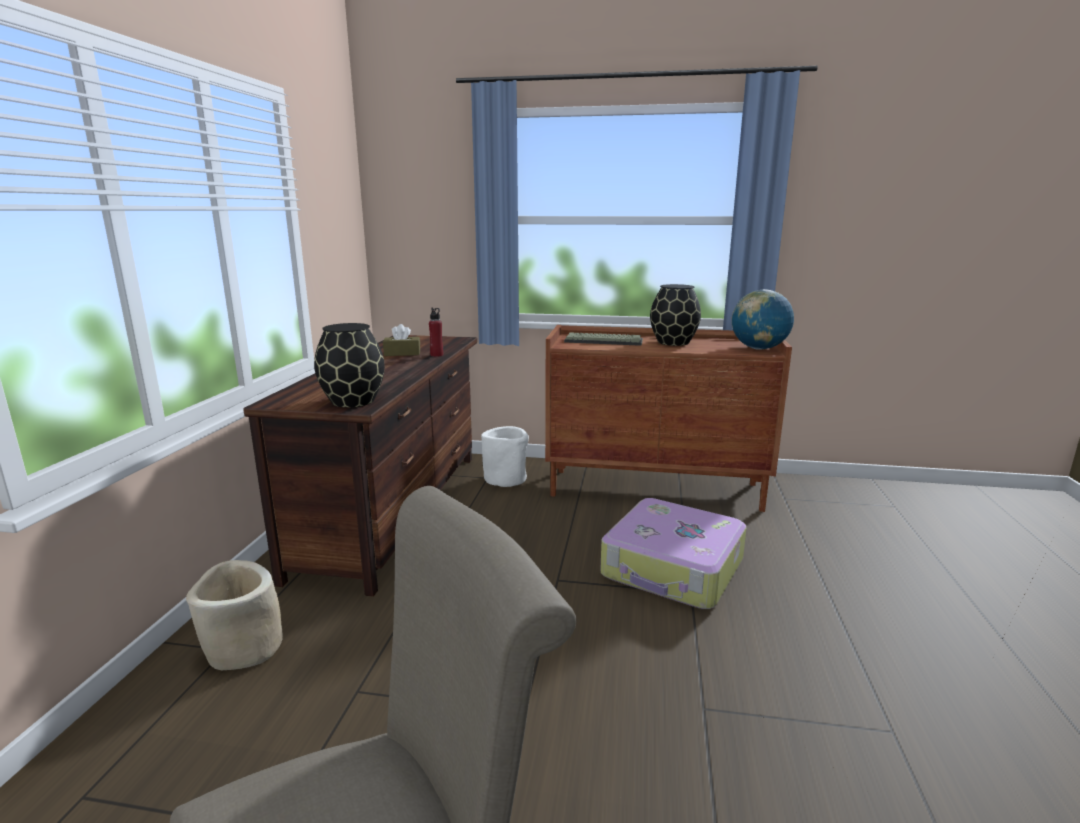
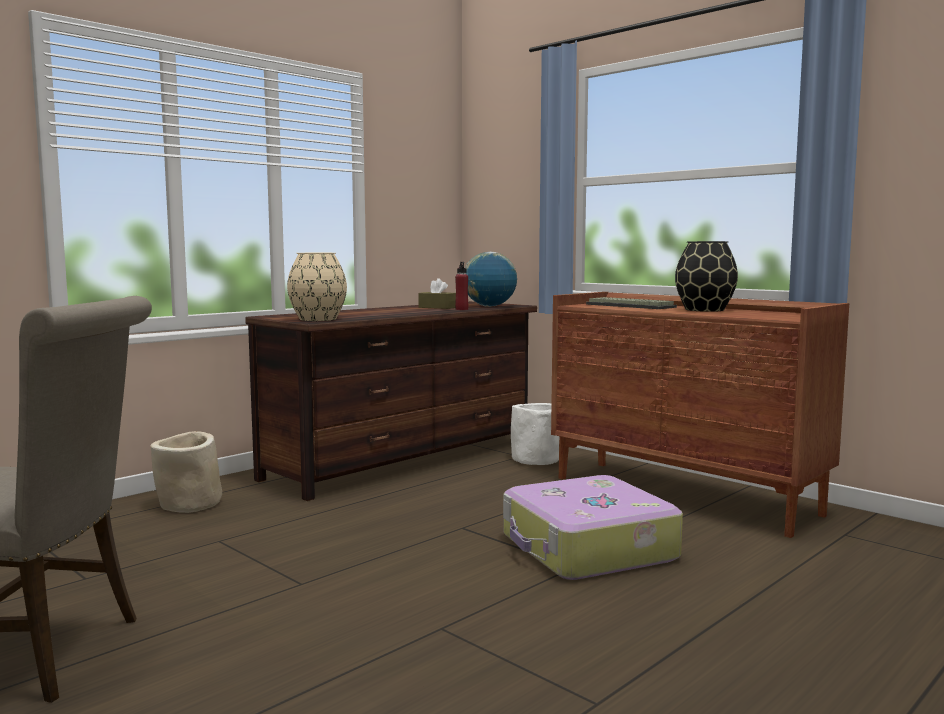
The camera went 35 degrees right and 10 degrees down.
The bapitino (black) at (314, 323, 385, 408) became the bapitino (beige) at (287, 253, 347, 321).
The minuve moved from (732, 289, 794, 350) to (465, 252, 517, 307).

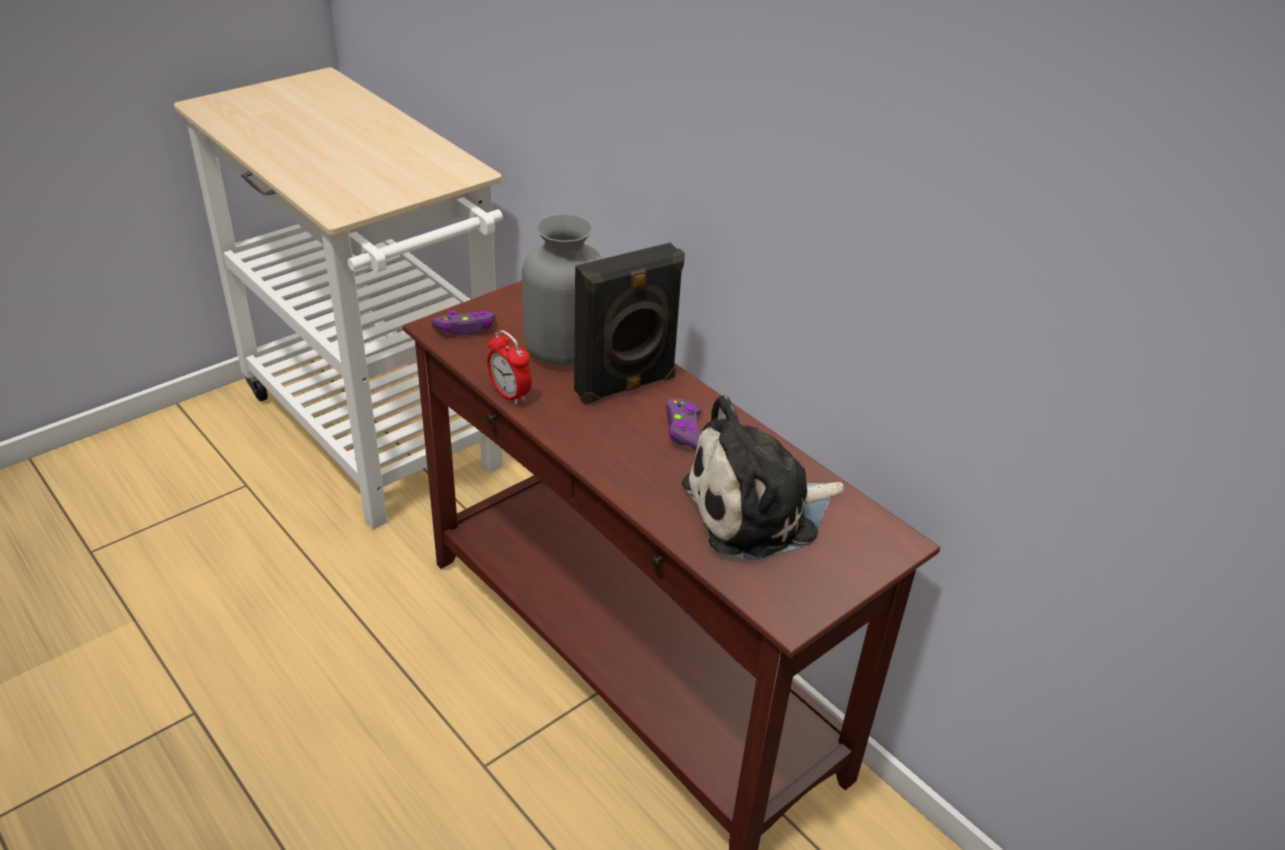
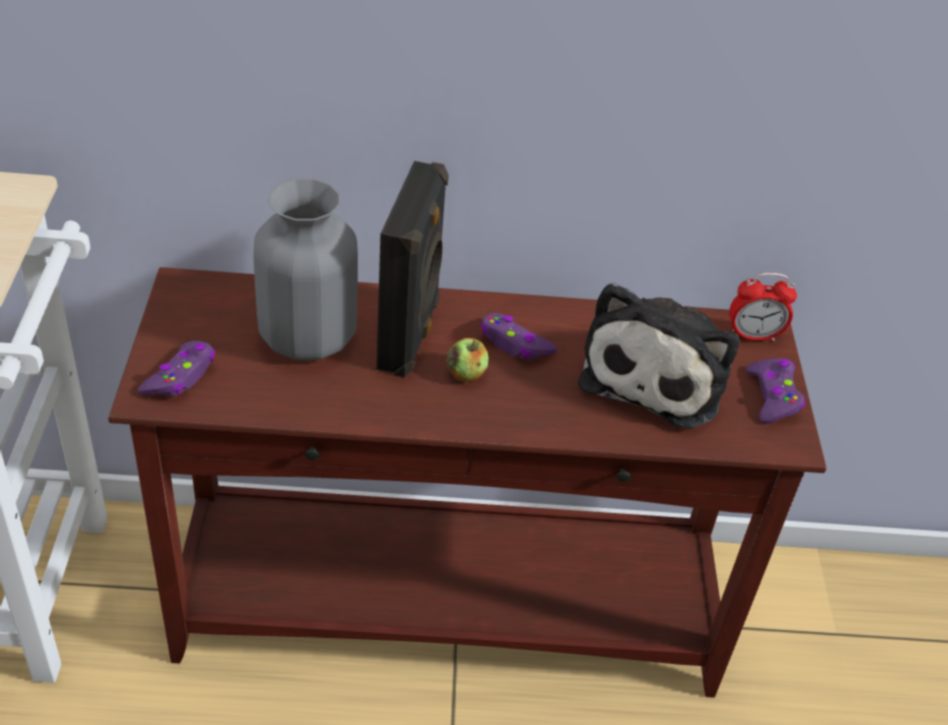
The camera went 50 degrees left and 5 degrees up.
The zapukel moved from (487, 330, 532, 405) to (729, 273, 797, 341).
The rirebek at (447, 338, 489, 382) appeared.
The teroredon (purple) at (746, 358, 805, 424) appeared.

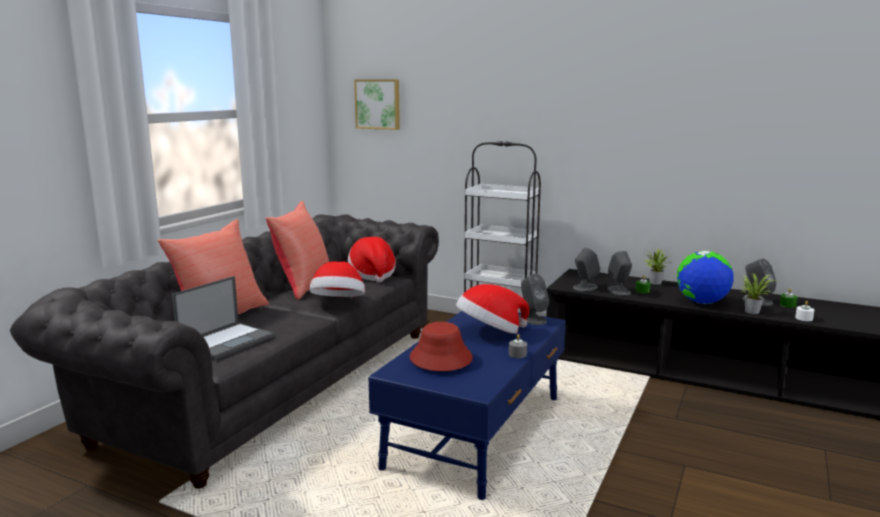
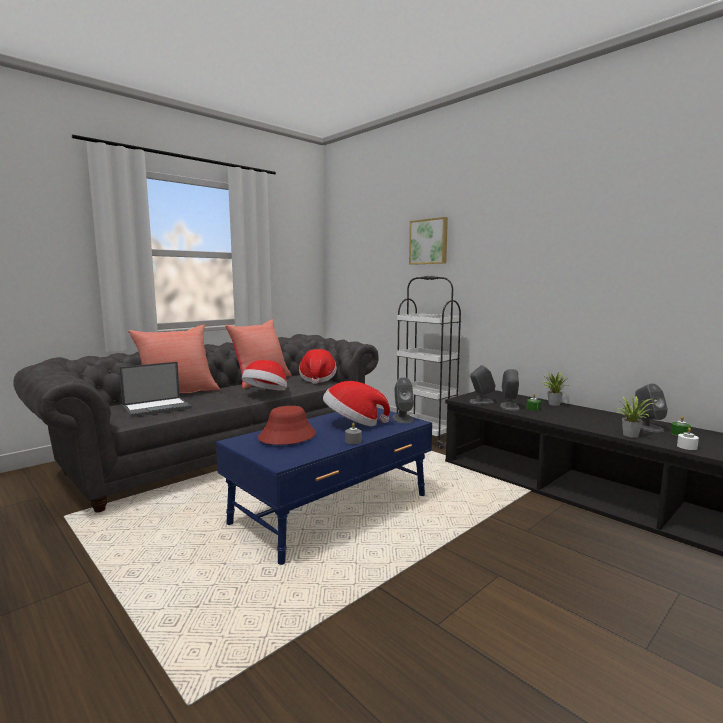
The camera went 20 degrees right and 5 degrees down.
The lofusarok moved from (354, 79, 400, 130) to (409, 217, 448, 265).
The minuve at (677, 251, 733, 304) disappeared.

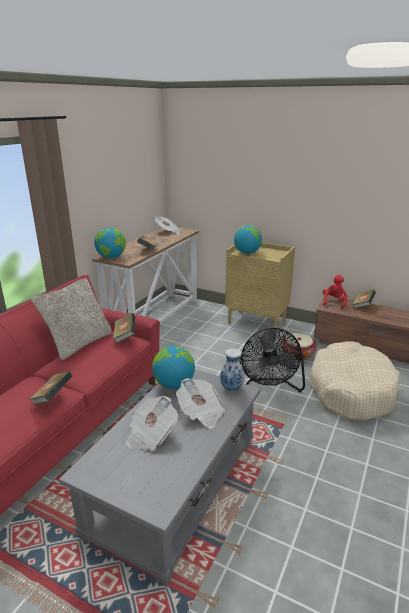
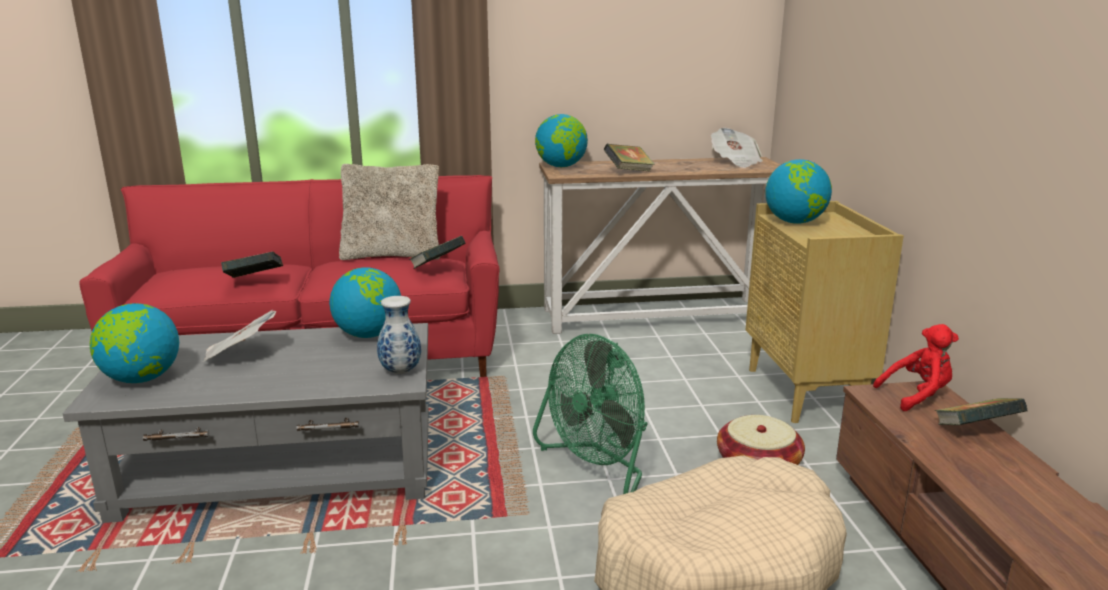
The camera went 55 degrees right and 5 degrees down.
The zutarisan at (176, 378, 225, 428) disappeared.
The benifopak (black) at (239, 328, 305, 393) became the benifopak (green) at (533, 334, 648, 494).
The minuve at (90, 303, 179, 383) appeared.

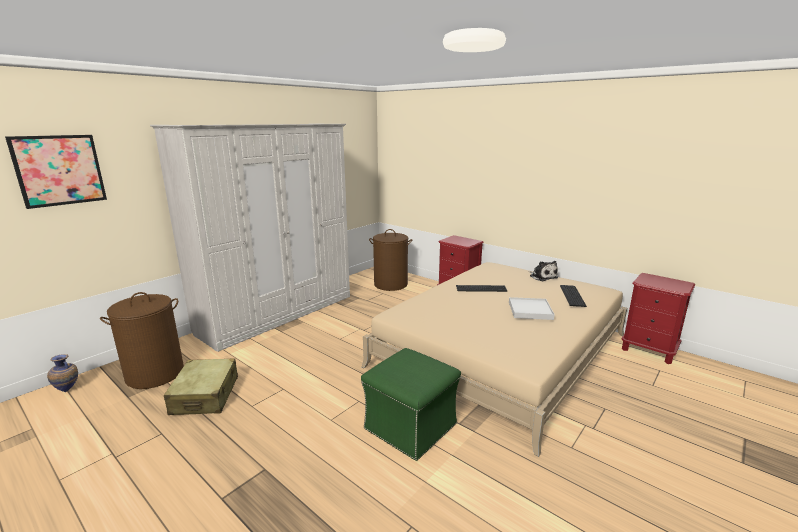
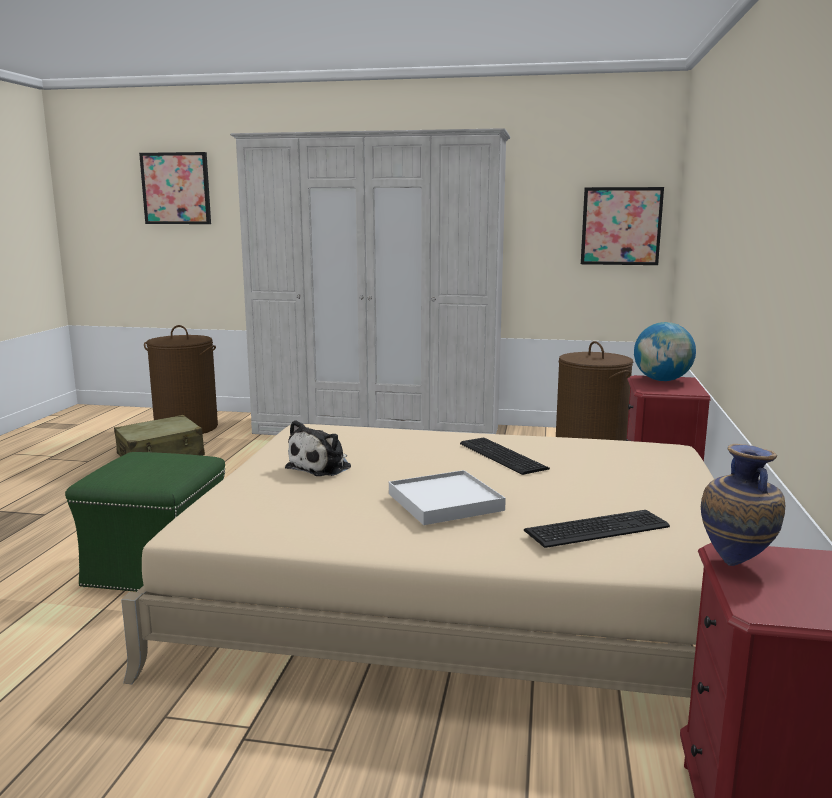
The camera went 60 degrees right and 5 degrees down.
The bapitino moved from (47, 354, 78, 392) to (701, 444, 785, 566).
The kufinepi moved from (530, 261, 558, 281) to (285, 420, 351, 476).
The lofusarok at (581, 187, 664, 265) appeared.
The minuve at (634, 322, 696, 381) appeared.

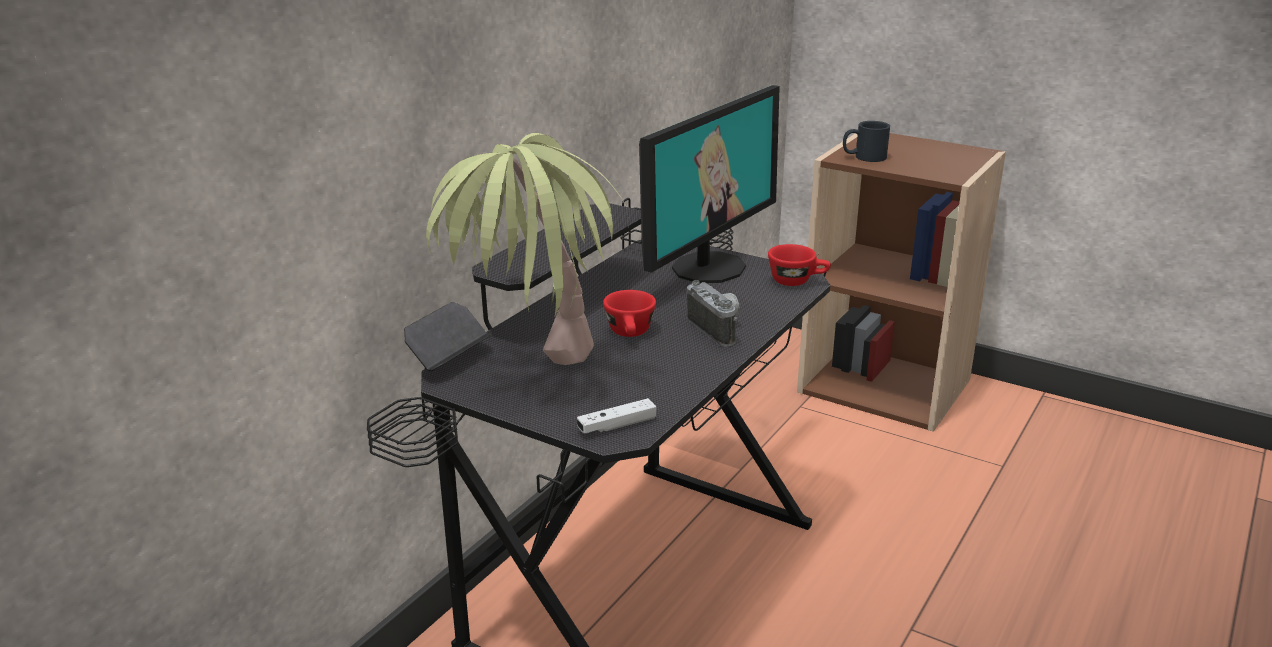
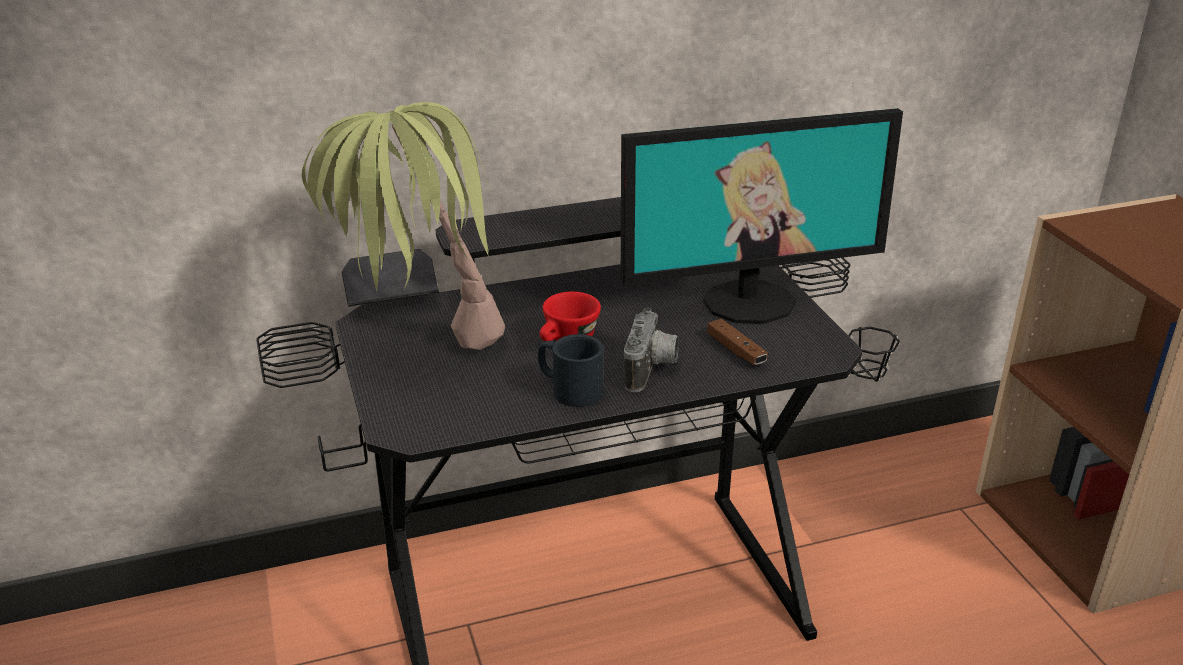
The camera went 40 degrees right and 5 degrees up.
The teroredon (white) at (577, 398, 656, 434) disappeared.
The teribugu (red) at (768, 244, 831, 286) disappeared.
The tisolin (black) moved from (843, 121, 890, 162) to (538, 334, 603, 407).
The teroredon (brown) at (707, 319, 768, 365) appeared.

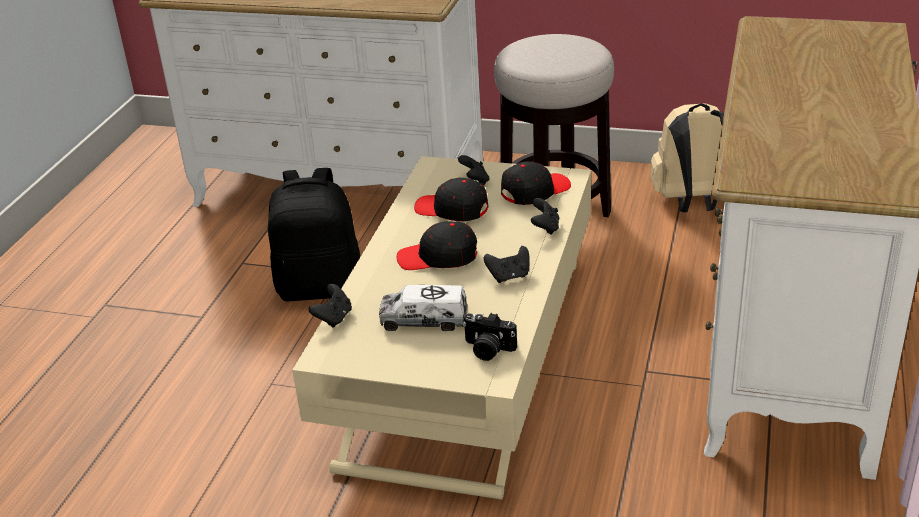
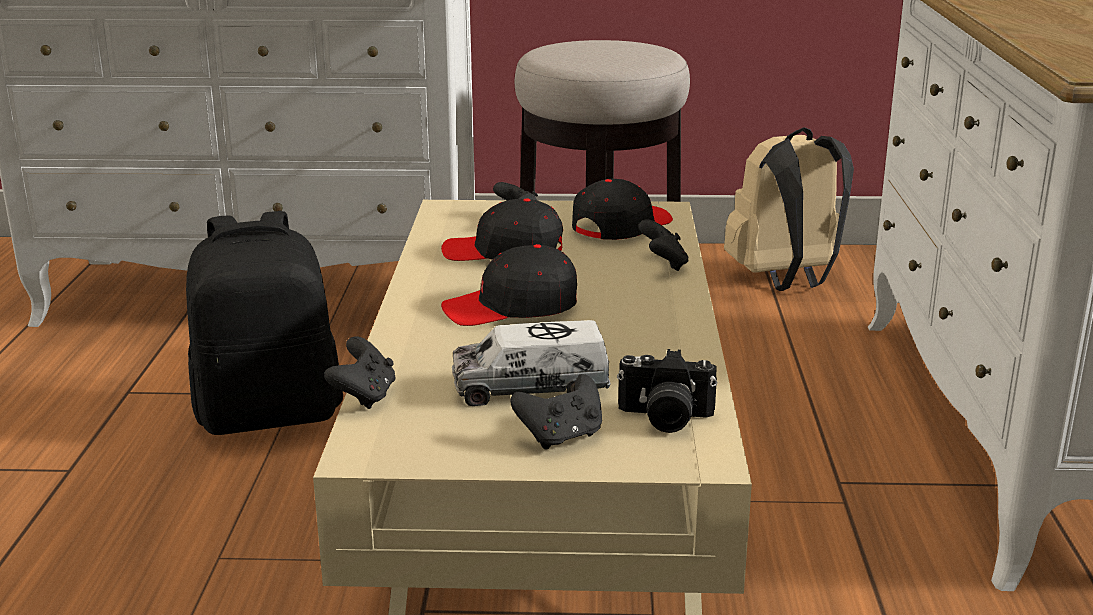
The camera went 15 degrees left and 10 degrees down.
The teroredon (black) moved from (484, 246, 530, 283) to (510, 374, 602, 449).

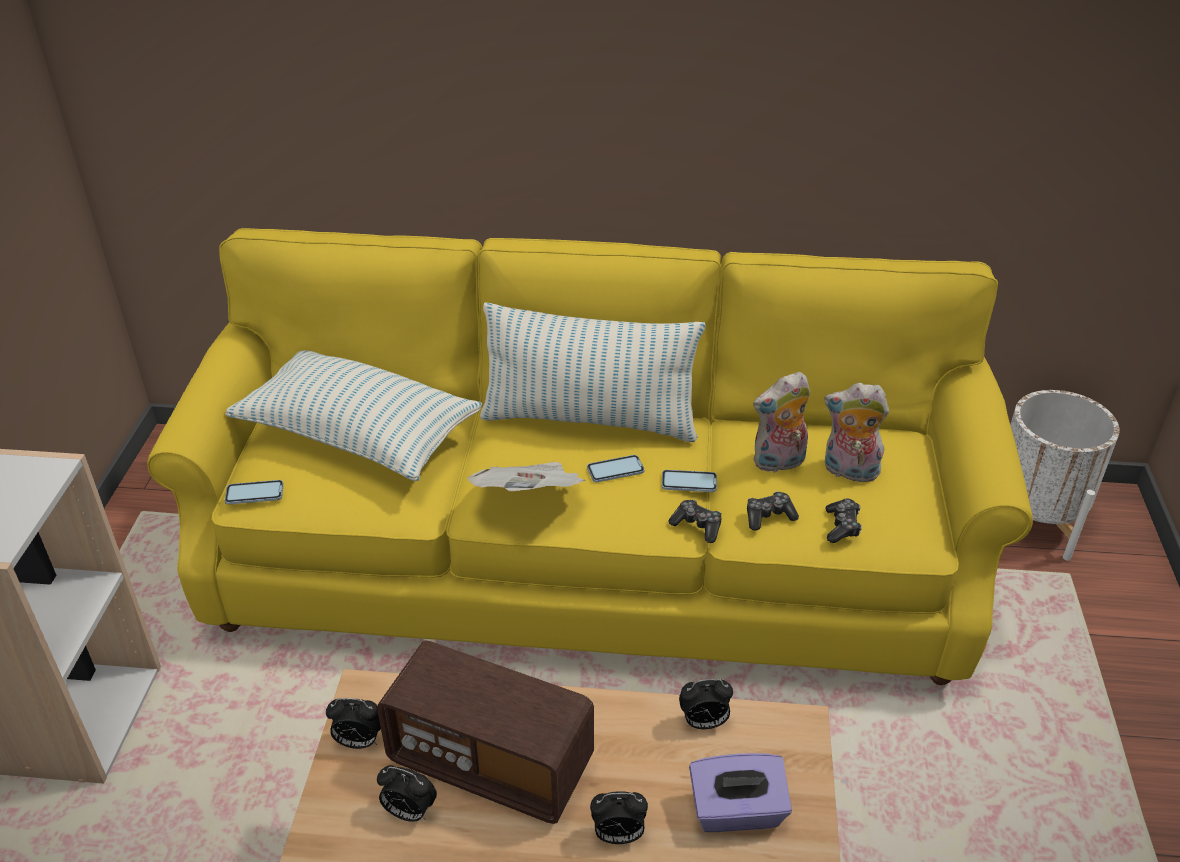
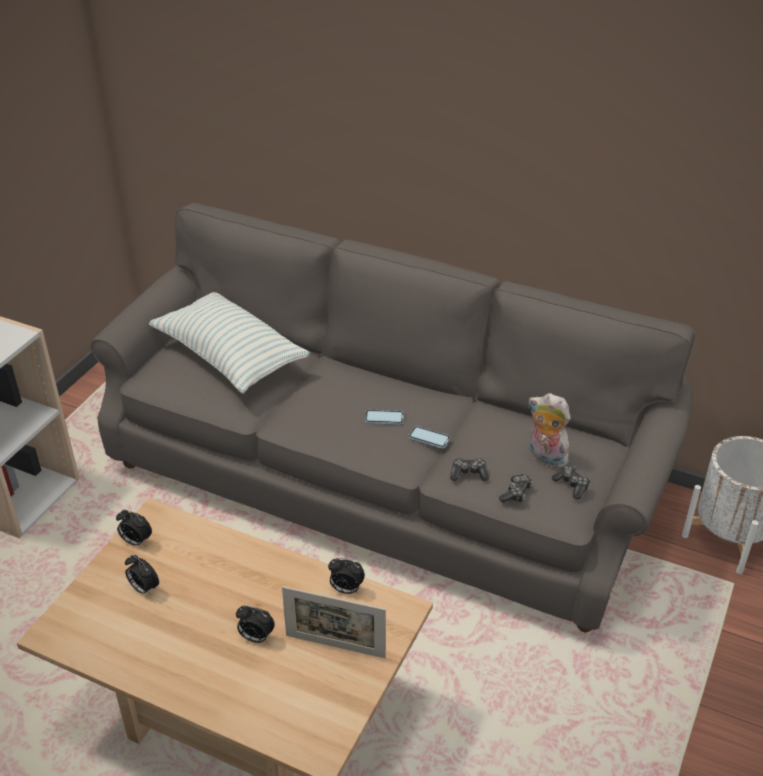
The camera went 20 degrees right and 0 degrees up.
The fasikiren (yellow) at (147, 228, 1033, 685) became the fasikiren (grey) at (90, 203, 695, 632).
The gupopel at (225, 480, 284, 504) disappeared.
The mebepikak at (377, 640, 594, 824) disappeared.
The zutarisan at (467, 462, 586, 491) disappeared.
The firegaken at (480, 303, 706, 442) disappeared.
The teroredon moved from (669, 500, 721, 543) to (552, 465, 590, 499).
The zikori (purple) at (689, 753, 792, 832) was replaced by the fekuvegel at (282, 586, 386, 658).
The kufinepi at (753, 372, 810, 473) disappeared.

